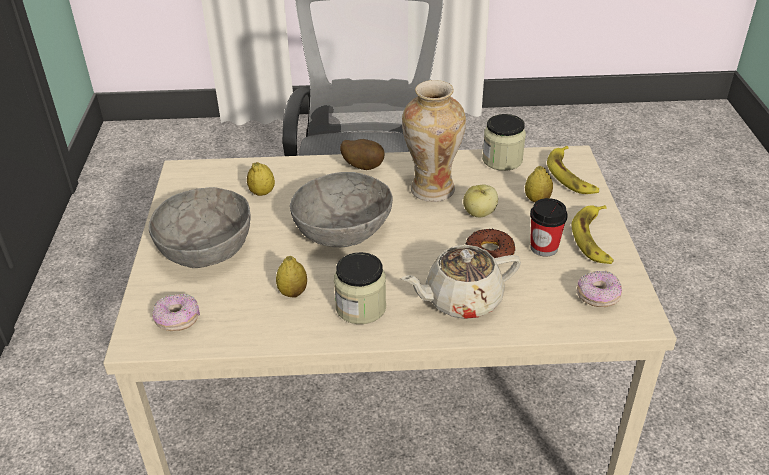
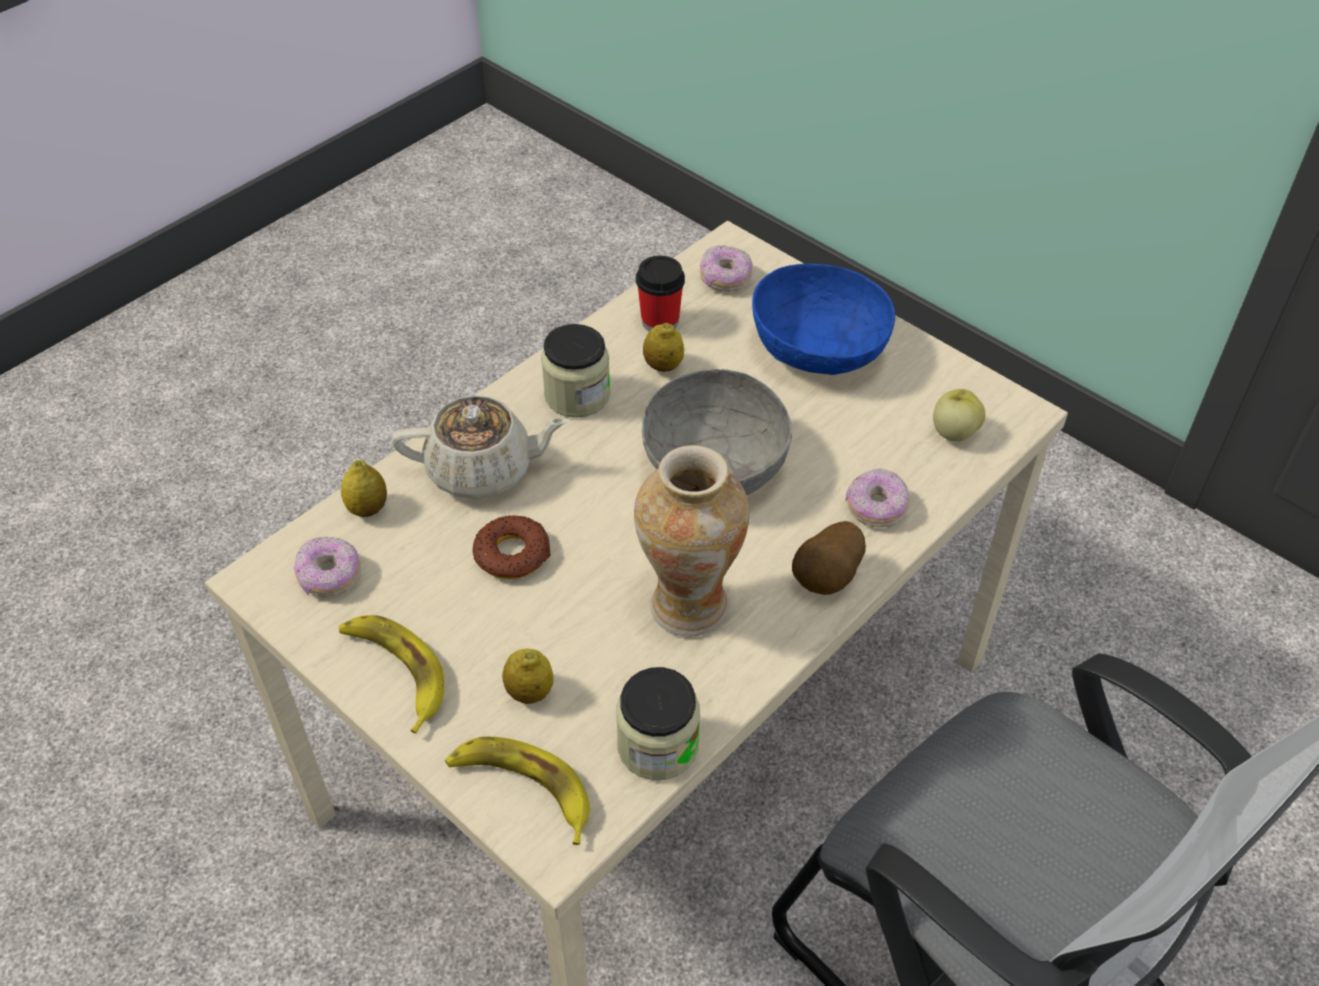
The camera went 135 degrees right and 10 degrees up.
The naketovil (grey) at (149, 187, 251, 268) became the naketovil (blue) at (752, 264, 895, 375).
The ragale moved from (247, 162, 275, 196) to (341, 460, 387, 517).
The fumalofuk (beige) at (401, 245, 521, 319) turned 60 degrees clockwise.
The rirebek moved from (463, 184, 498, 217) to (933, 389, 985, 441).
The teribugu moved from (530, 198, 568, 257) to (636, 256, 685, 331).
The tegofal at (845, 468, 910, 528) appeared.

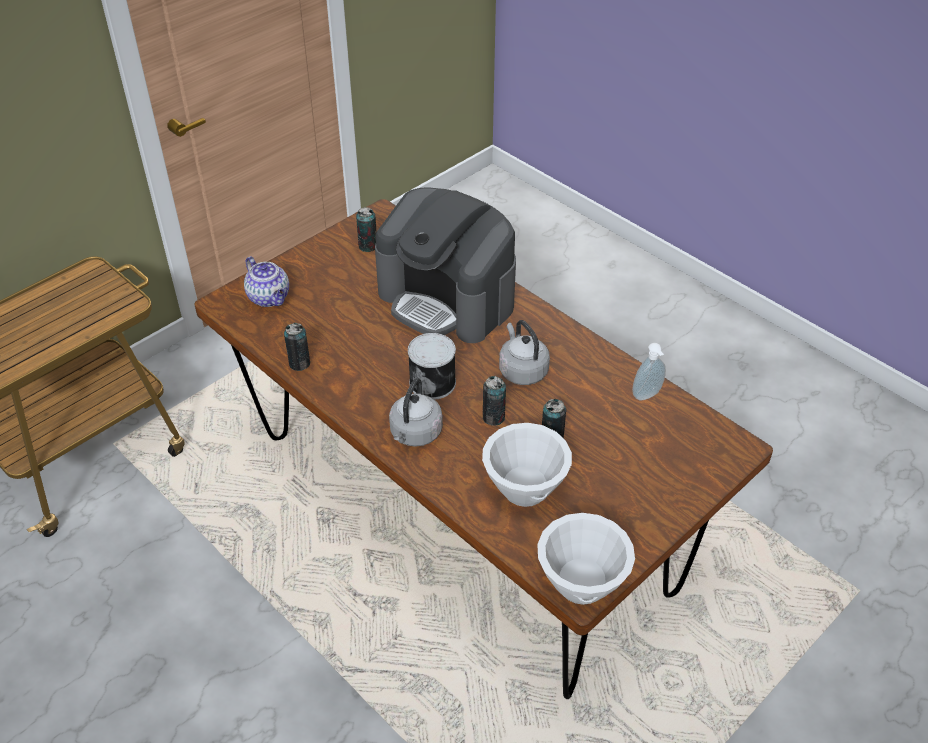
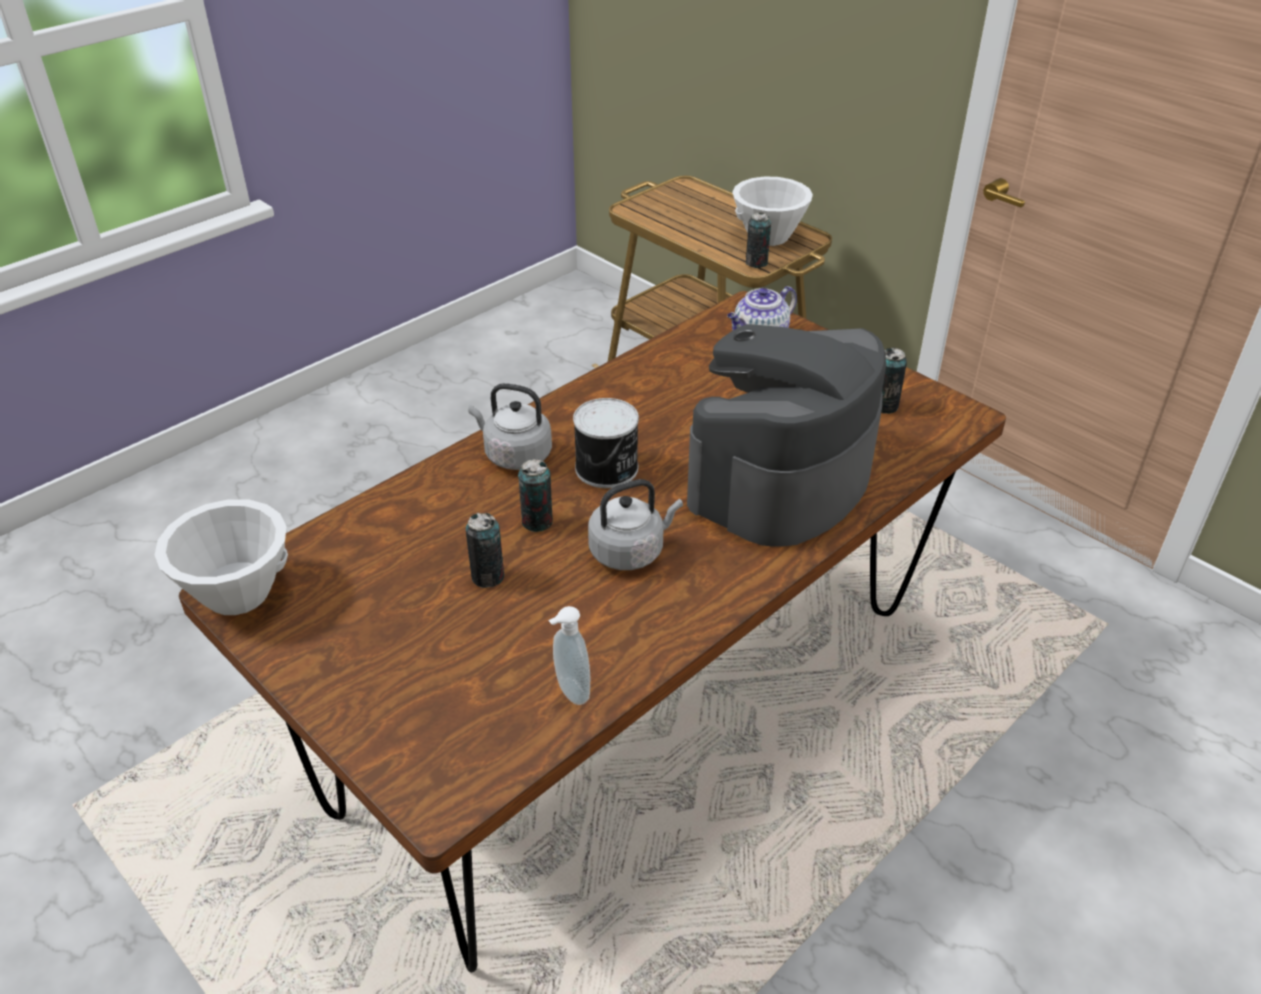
The camera went 90 degrees right and 5 degrees down.
The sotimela moved from (284, 323, 310, 371) to (746, 212, 771, 268).
The naketovil (white) moved from (482, 423, 572, 507) to (732, 177, 813, 246).

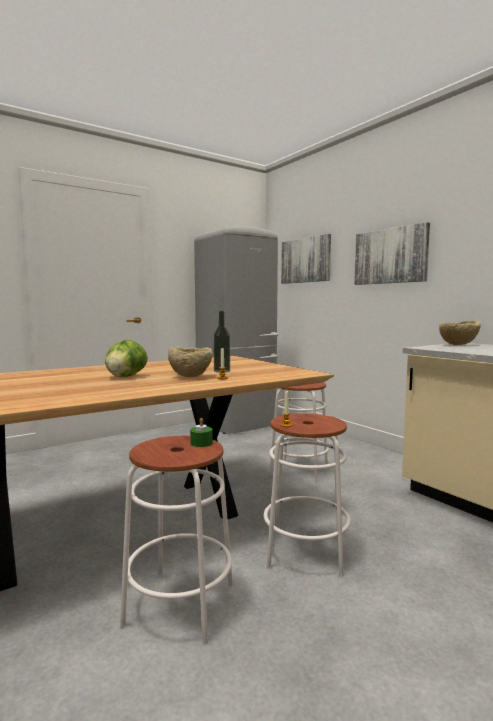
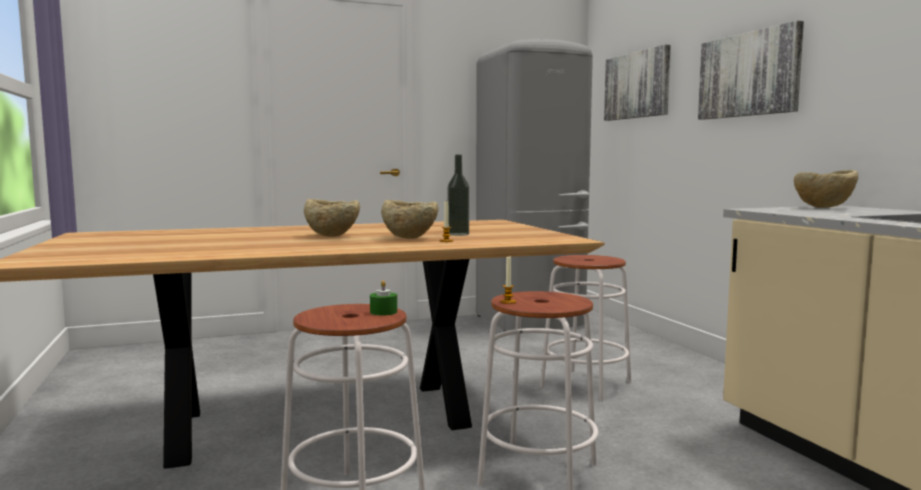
The camera went 15 degrees right and 0 degrees up.
The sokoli at (105, 340, 148, 378) was replaced by the naketovil (beige) at (304, 199, 360, 237).

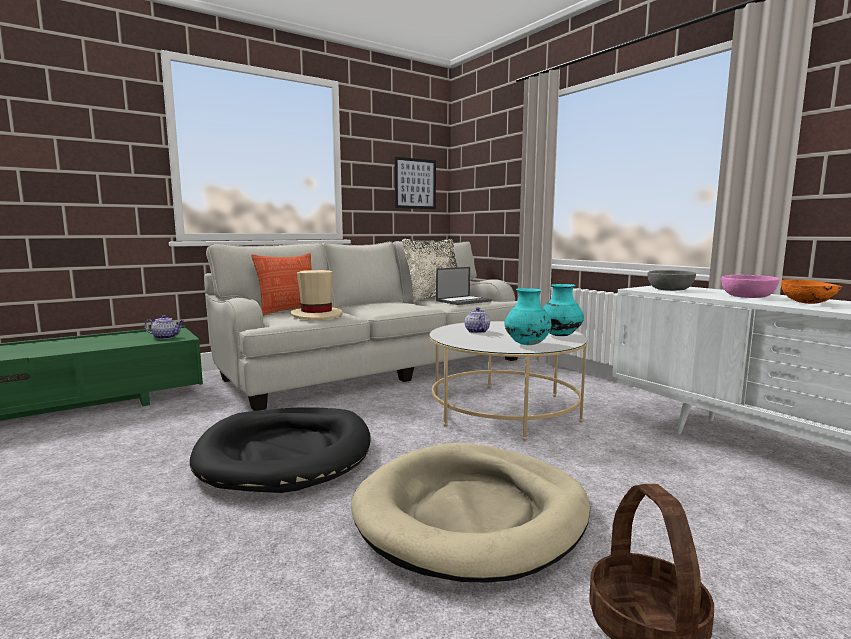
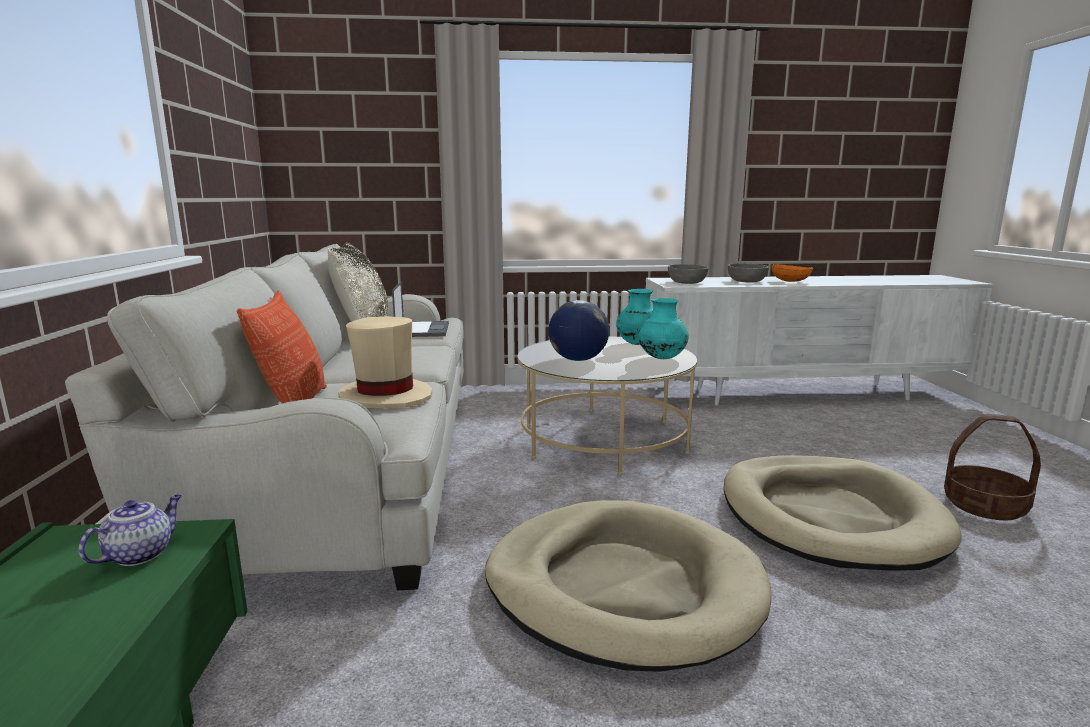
The camera went 60 degrees left and 5 degrees up.
The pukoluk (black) at (190, 407, 371, 493) became the pukoluk (beige) at (485, 500, 771, 672).
The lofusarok at (395, 157, 436, 209) disappeared.
The fumalofuk at (465, 307, 490, 333) was replaced by the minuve at (548, 300, 609, 361).
The naketovil (pink) at (721, 275, 780, 298) became the naketovil (grey) at (728, 263, 769, 282).

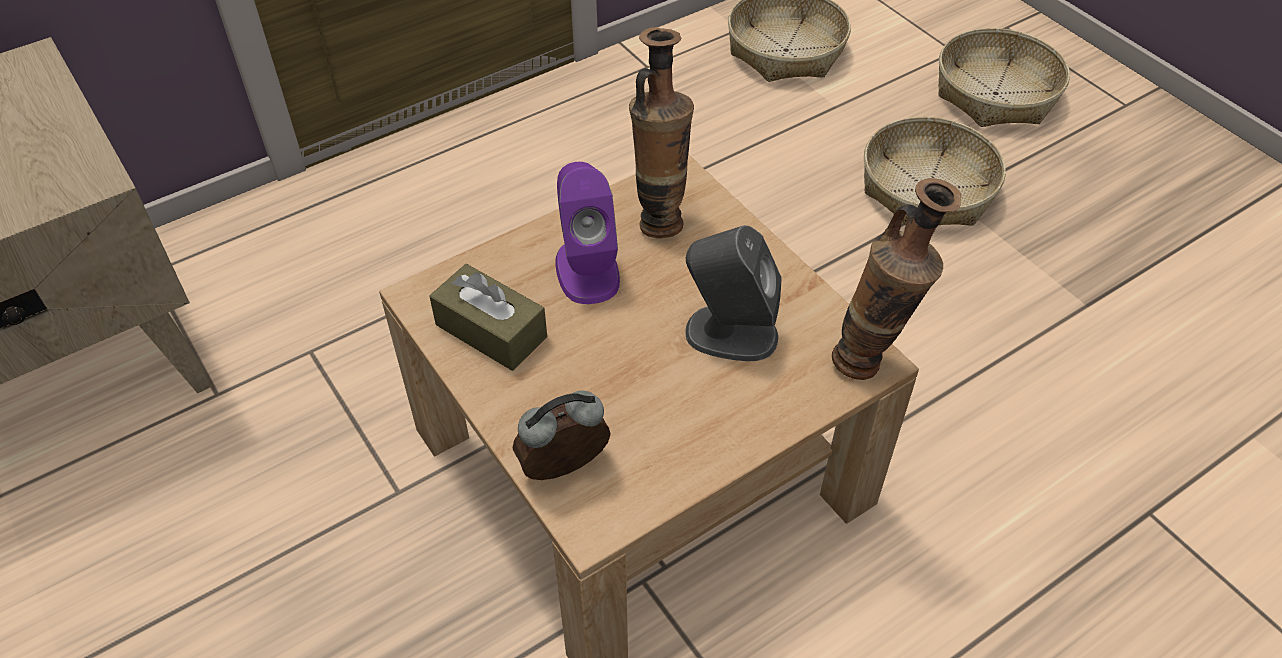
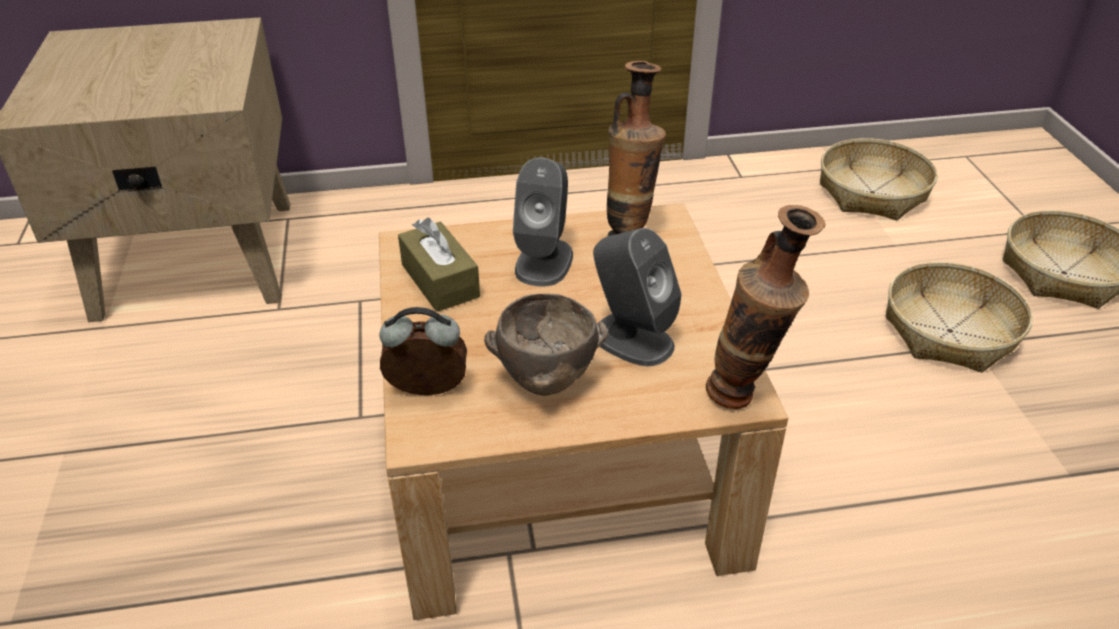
The camera went 25 degrees right and 10 degrees down.
The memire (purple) at (555, 162, 620, 304) became the memire (grey) at (513, 157, 573, 287).
The naketovil (brown) at (484, 294, 608, 396) appeared.

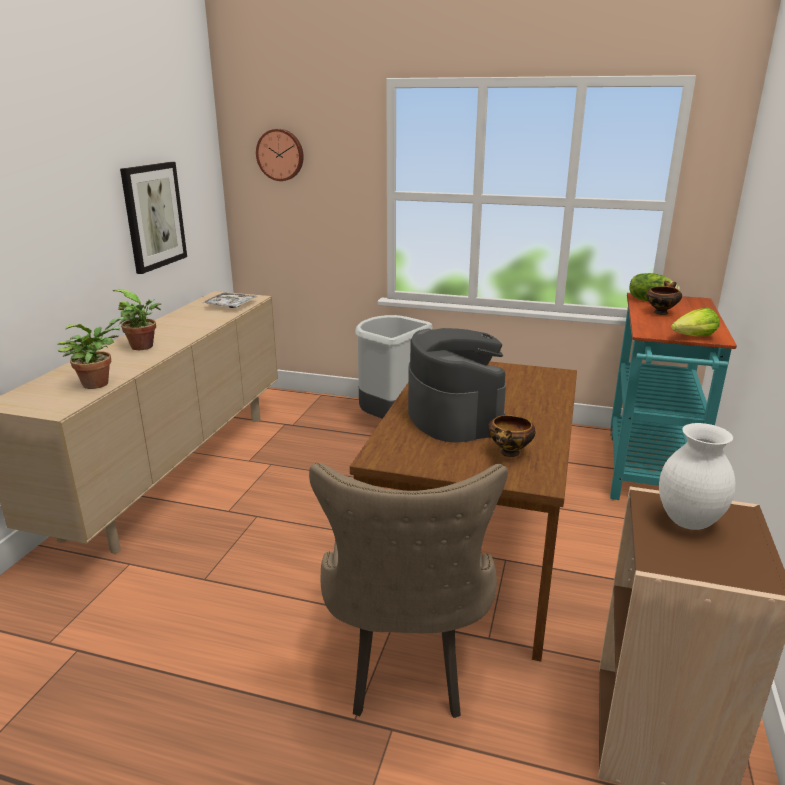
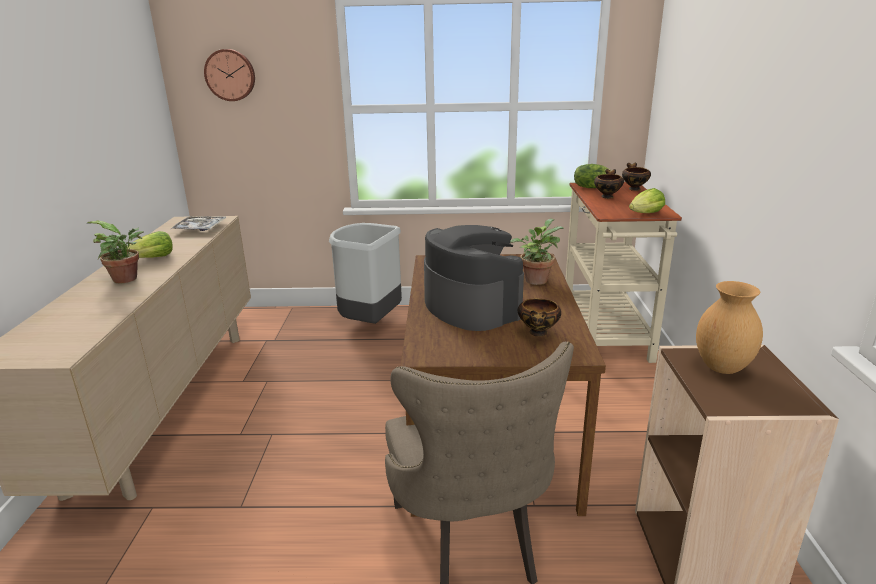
The camera went 15 degrees left and 0 degrees up.
The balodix moved from (57, 317, 123, 389) to (510, 218, 564, 285).
The lofusarok at (120, 162, 187, 274) disappeared.
The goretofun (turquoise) at (610, 293, 737, 500) became the goretofun (beige) at (566, 182, 682, 363).
The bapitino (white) at (659, 423, 735, 530) became the bapitino (brown) at (696, 281, 763, 374).
The sokoli at (127, 231, 173, 258) appeared.
The naketovil at (622, 162, 651, 191) appeared.

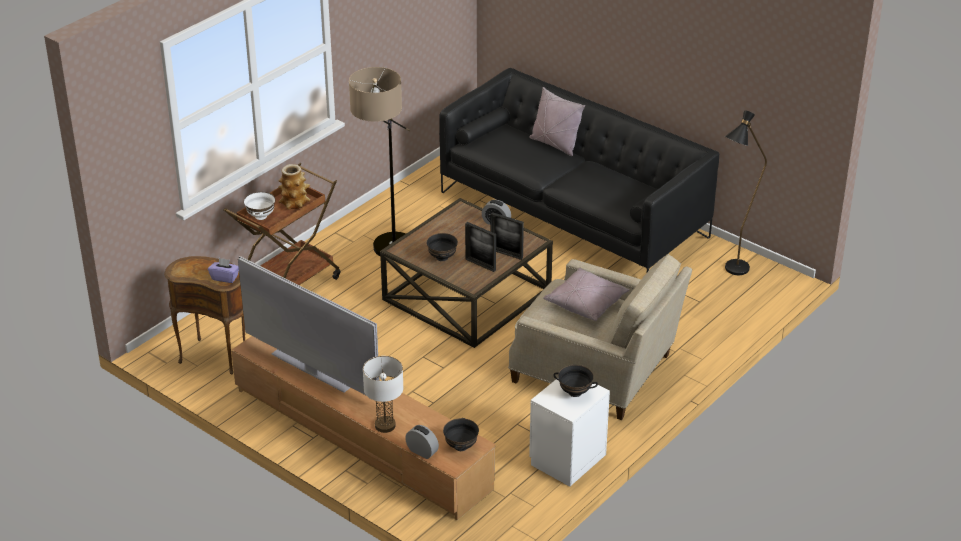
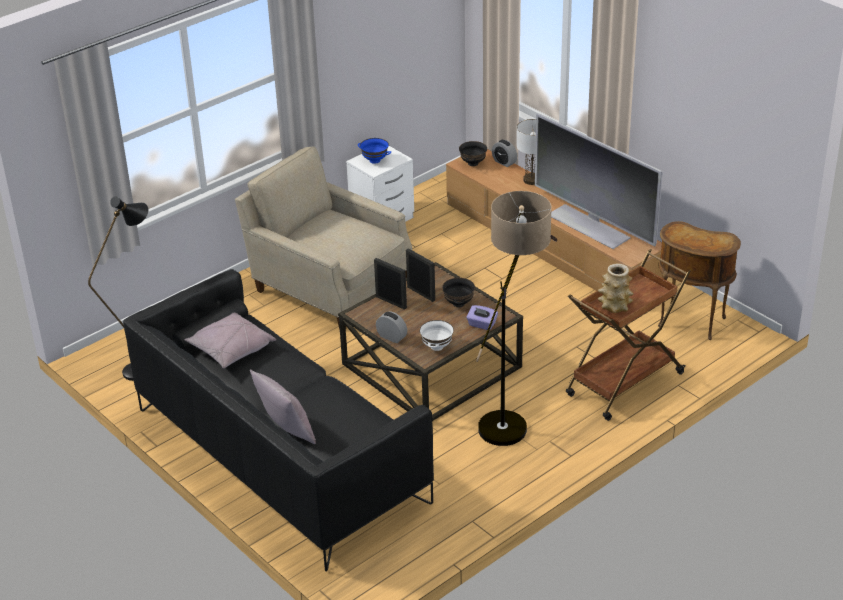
The camera went 170 degrees left and 0 degrees up.
The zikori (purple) moved from (208, 258, 239, 283) to (466, 305, 498, 330).
The naketovil (white) moved from (244, 192, 275, 220) to (420, 320, 454, 351).
The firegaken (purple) moved from (543, 267, 630, 321) to (185, 313, 276, 368).
The naketovil (black) at (553, 365, 598, 397) became the naketovil (blue) at (358, 138, 391, 164).

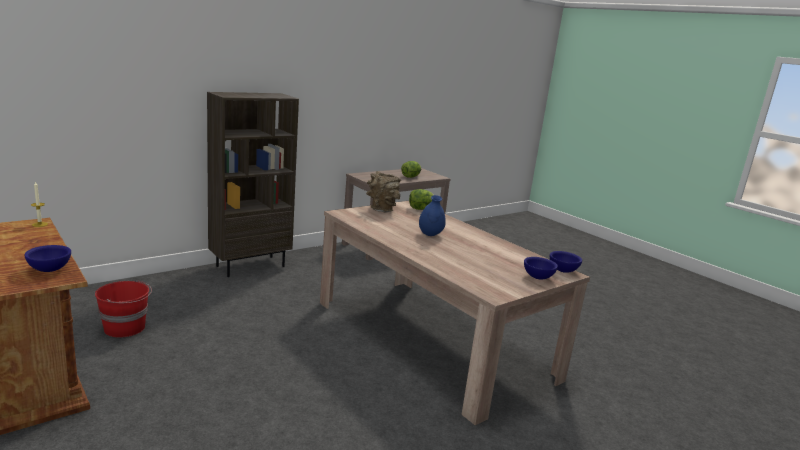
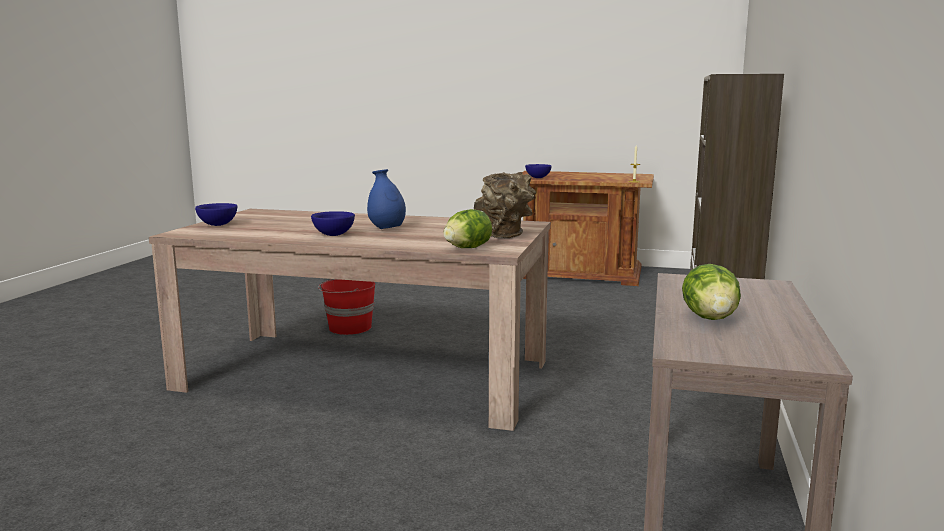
The camera went 145 degrees right and 5 degrees down.
The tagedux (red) moved from (95, 280, 152, 338) to (318, 279, 375, 335).
The naketovil (blue) moved from (550, 251, 582, 273) to (311, 211, 355, 236).

